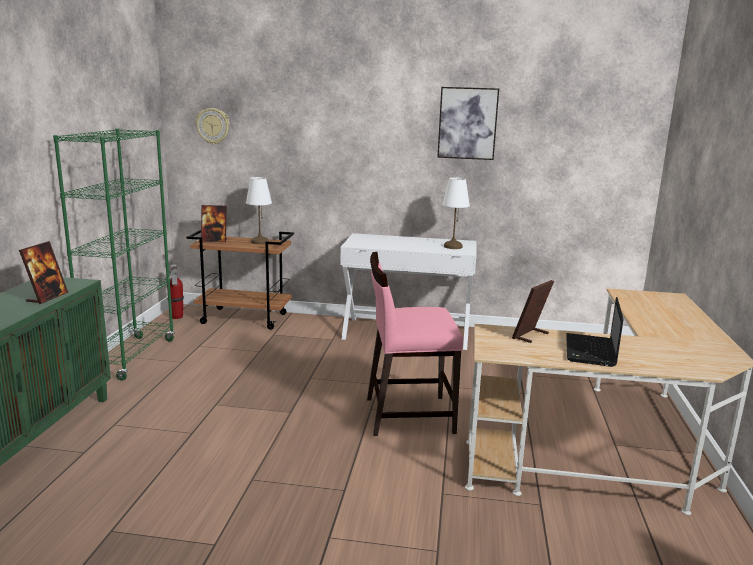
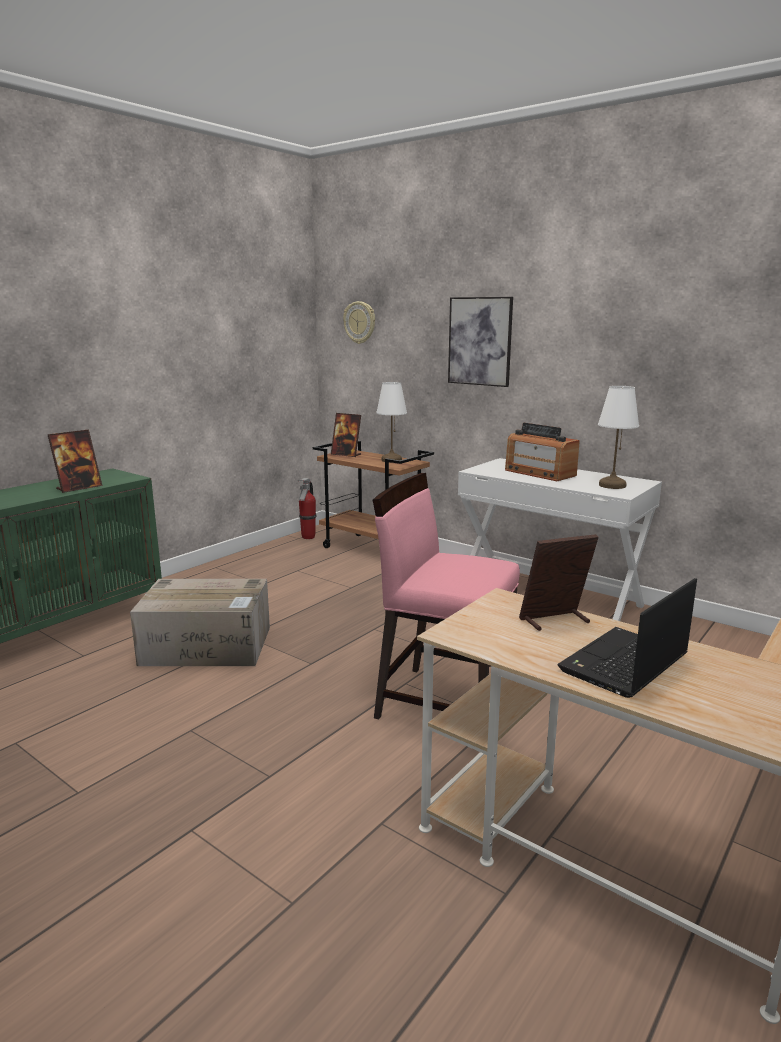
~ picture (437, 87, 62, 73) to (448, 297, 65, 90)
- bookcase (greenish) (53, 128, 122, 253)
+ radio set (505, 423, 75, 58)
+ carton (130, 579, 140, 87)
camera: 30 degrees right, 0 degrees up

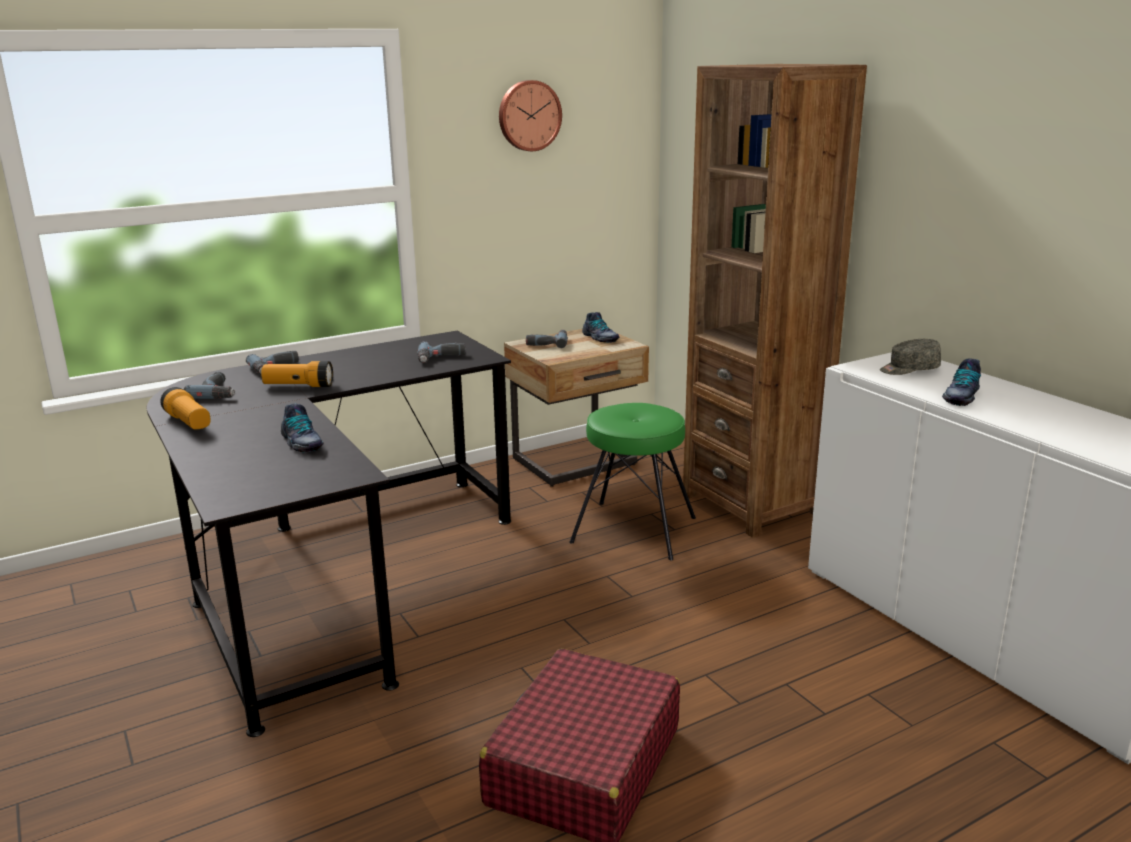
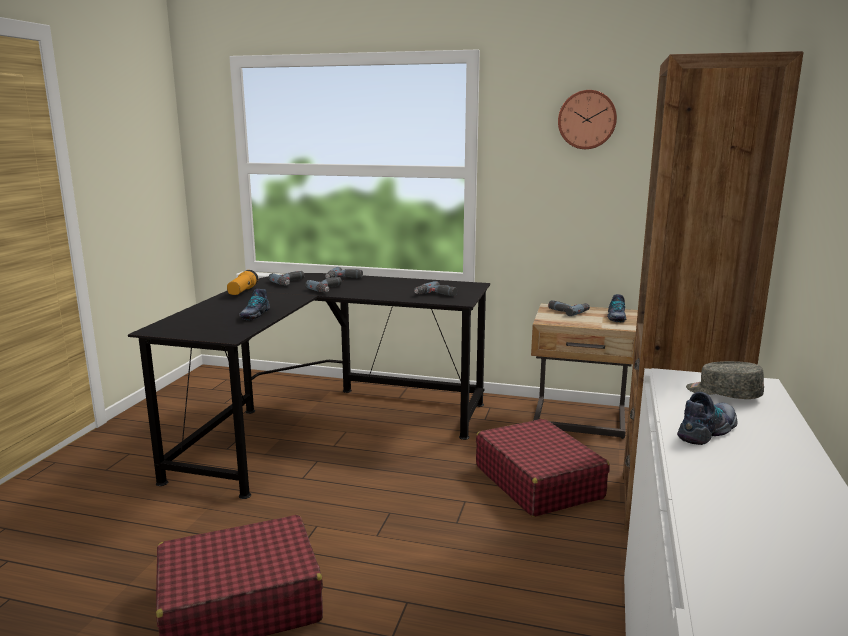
~ low shoe (942, 358, 39, 48) = (677, 392, 61, 53) 150 degrees clockwise
~ hand torch (261, 361, 72, 26) to electric drill (305, 277, 37, 16)
~ sitting stool (greenish) (569, 403, 127, 158) to suitcase (red) (476, 419, 134, 98)
camera: 45 degrees right, 5 degrees down

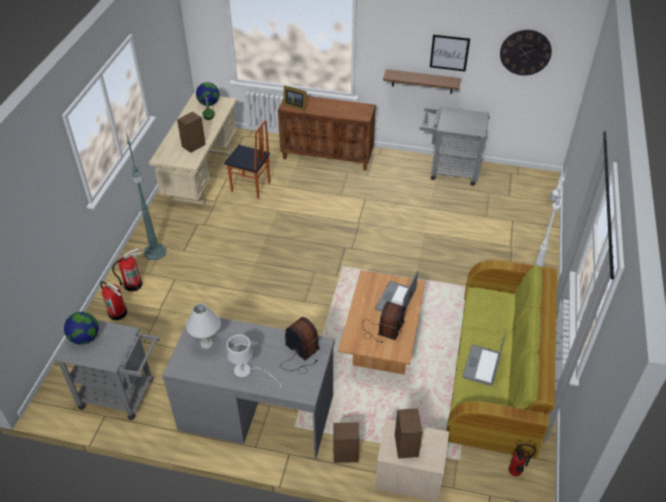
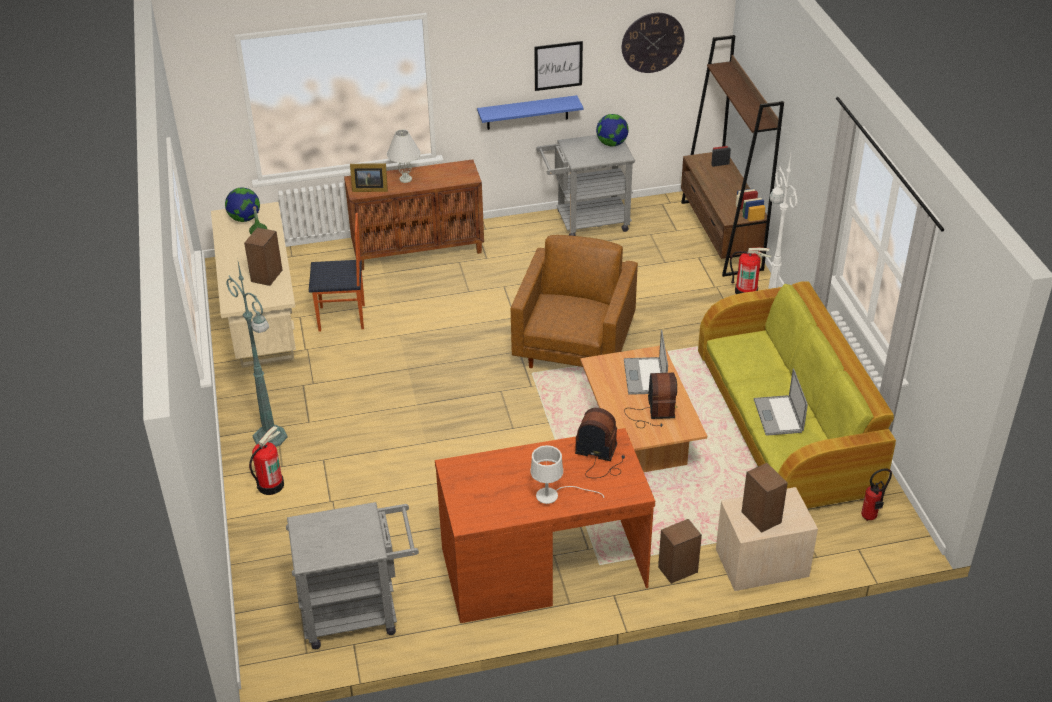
~ bracket shelf (brown-coloured) (383, 69, 78, 25) to bracket shelf (bluish) (477, 95, 106, 35)
~ fire extinguisher (100, 281, 27, 39) to (730, 248, 41, 46)
~ table lamp (white-coloured) (186, 303, 34, 46) to (387, 129, 34, 54)
~ desk globe (64, 312, 35, 33) to (596, 114, 33, 32)
~ desk unit (grey) (162, 318, 173, 141) to desk unit (brown-coloured) (435, 428, 220, 195)
+ bookcase (brown-coloured) (681, 35, 103, 242)
+ armchair (brown-coloured) (511, 235, 127, 133)
camera: 25 degrees left, 5 degrees down

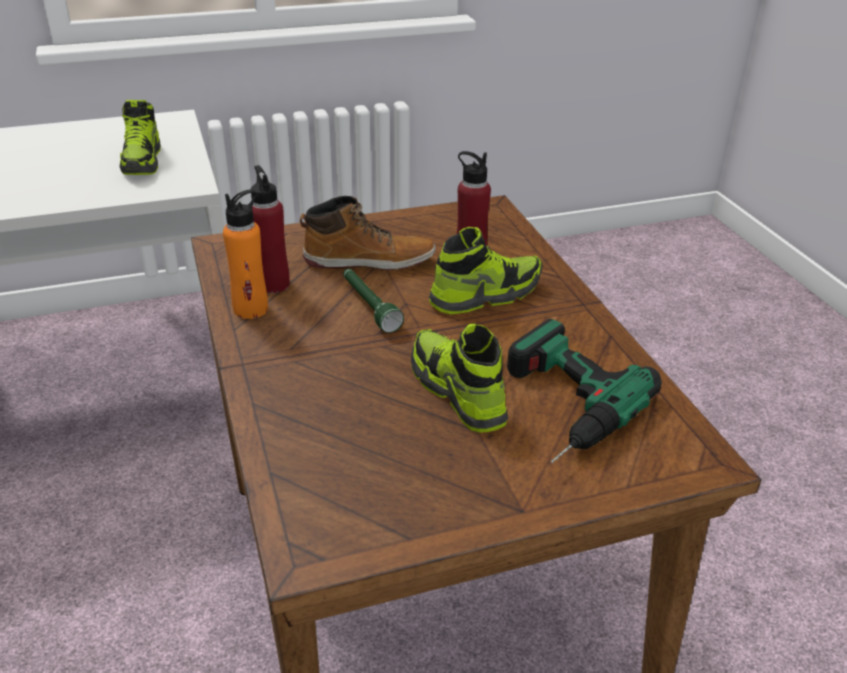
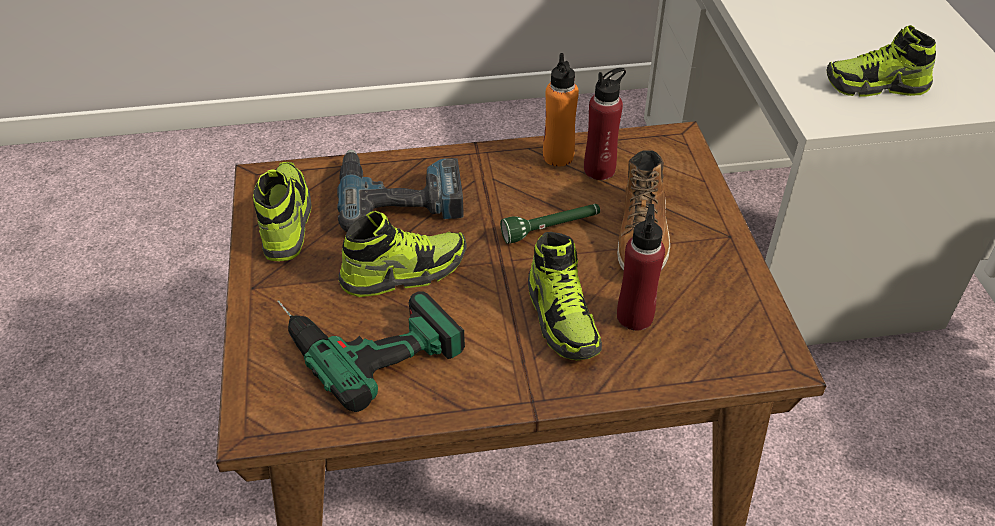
+ electric drill (337, 150, 127, 82)
+ low shoe (253, 162, 59, 99)
camera: 100 degrees right, 10 degrees up

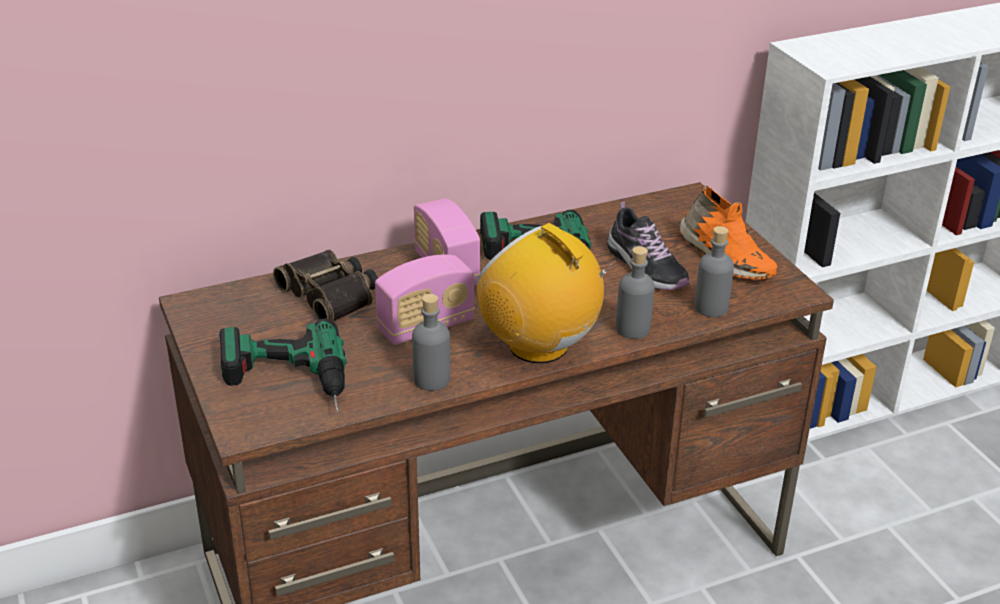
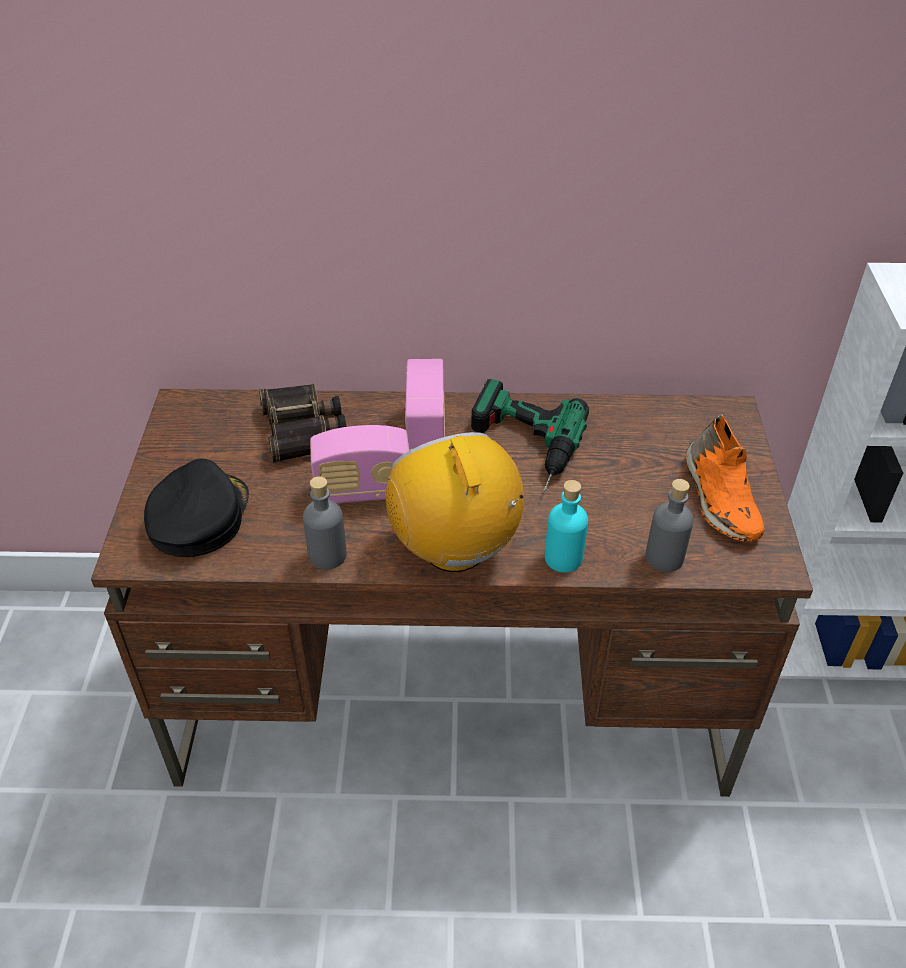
- low shoe (607, 202, 83, 88)
~ beverage bottle (grey) (616, 246, 39, 93) to beverage bottle (turquoise) (545, 480, 43, 93)
~ electric drill (219, 319, 127, 93) to baseball cap (black) (144, 458, 105, 99)
camera: 25 degrees right, 10 degrees up

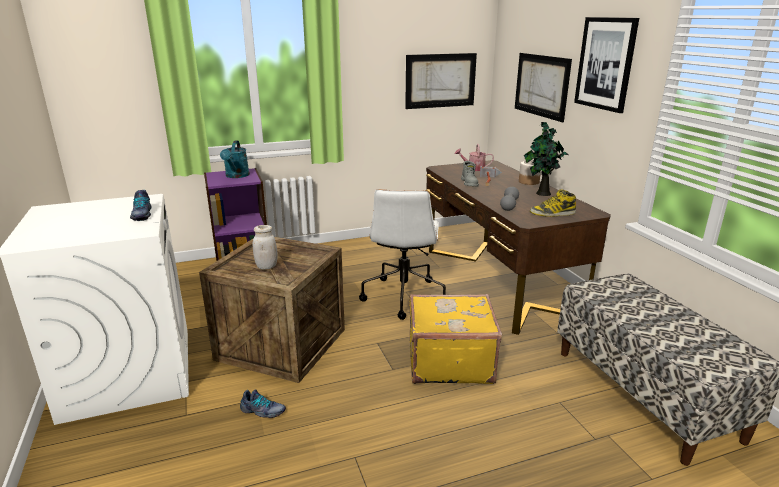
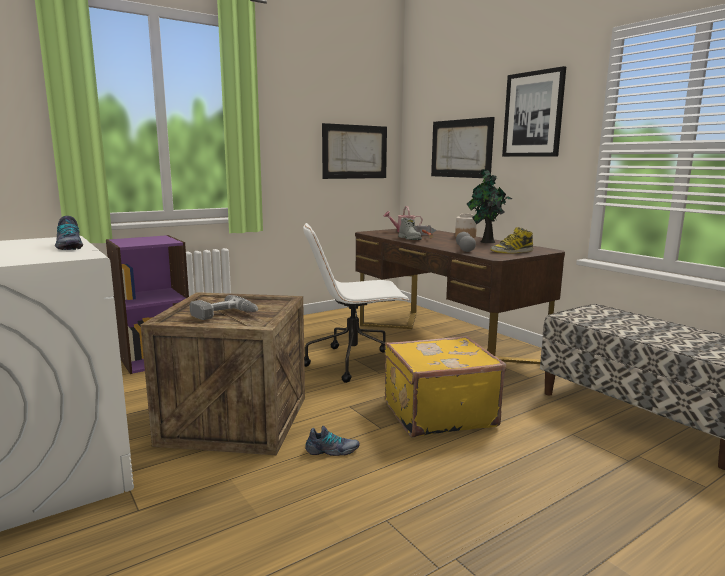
- sprinkling can (turquoise) (220, 140, 30, 38)
~ desk chair (white-coloured) (359, 189, 87, 131) = (303, 223, 107, 160) 90 degrees clockwise
~ jar (white-coloured) (253, 225, 25, 44) to electric drill (190, 295, 68, 25)
~ low shoe (240, 389, 46, 29) to (305, 426, 55, 30)
camera: 15 degrees left, 10 degrees down

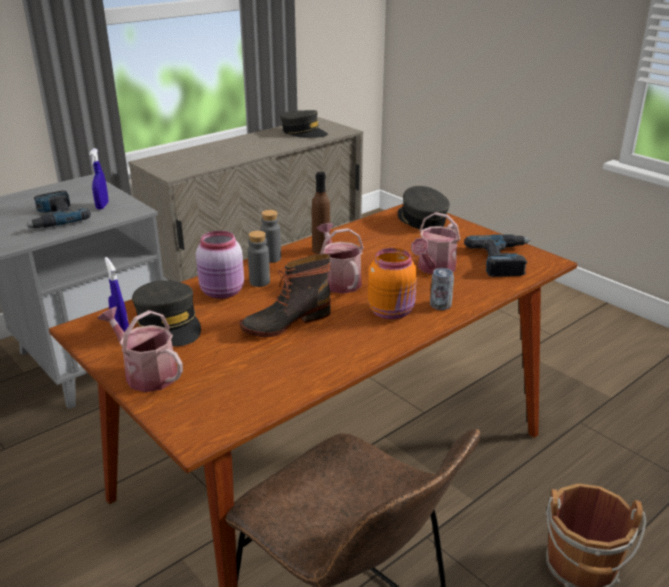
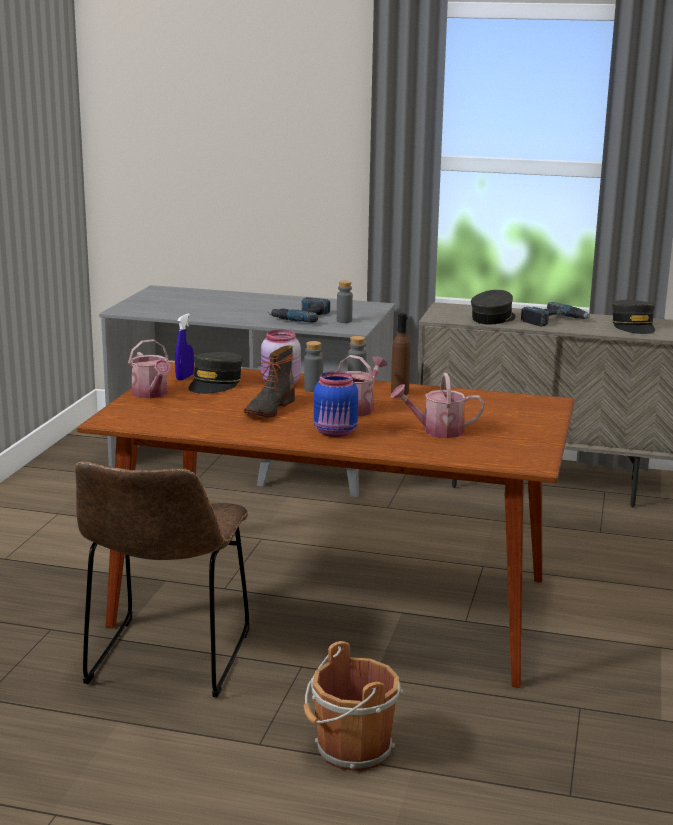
~ sprayer (bluish) (89, 148, 20, 61) to beverage bottle (grey) (337, 281, 16, 42)
~ baseball cap (grey) (398, 186, 52, 44) to (471, 290, 45, 34)
~ electric drill (464, 234, 66, 43) to (521, 302, 69, 24)
~ jar (orange-coloured) (368, 248, 49, 71) to jar (bluish) (314, 371, 44, 66)
~ boot (239, 254, 92, 83) = (244, 346, 51, 72) 90 degrees counterclockwise
- sealed can (430, 268, 24, 42)
~ sprinkling can (98, 307, 85, 85) = (128, 339, 43, 60) 150 degrees clockwise
camera: 55 degrees right, 10 degrees down

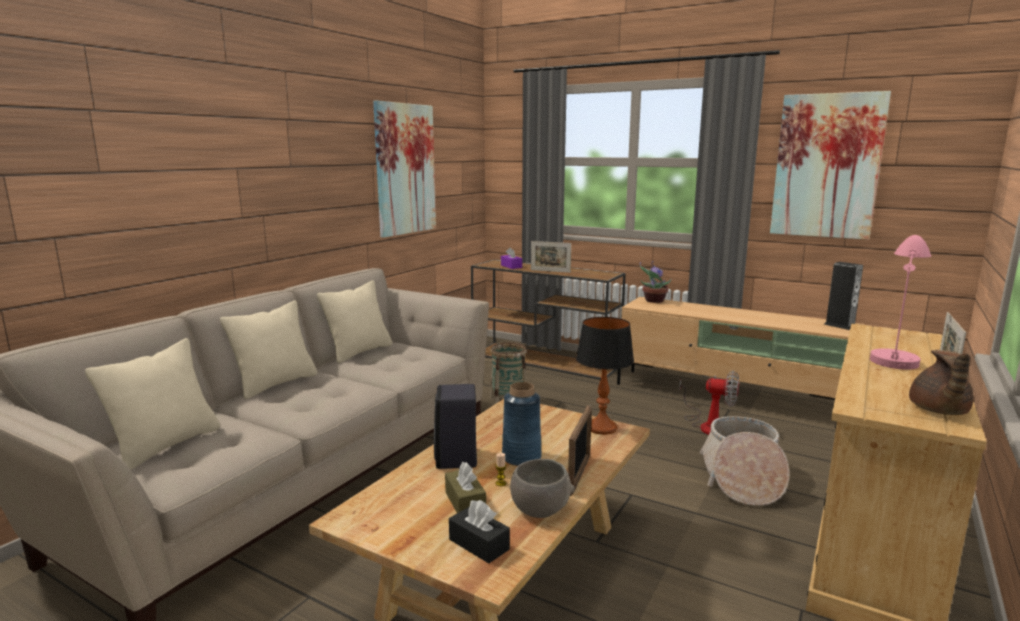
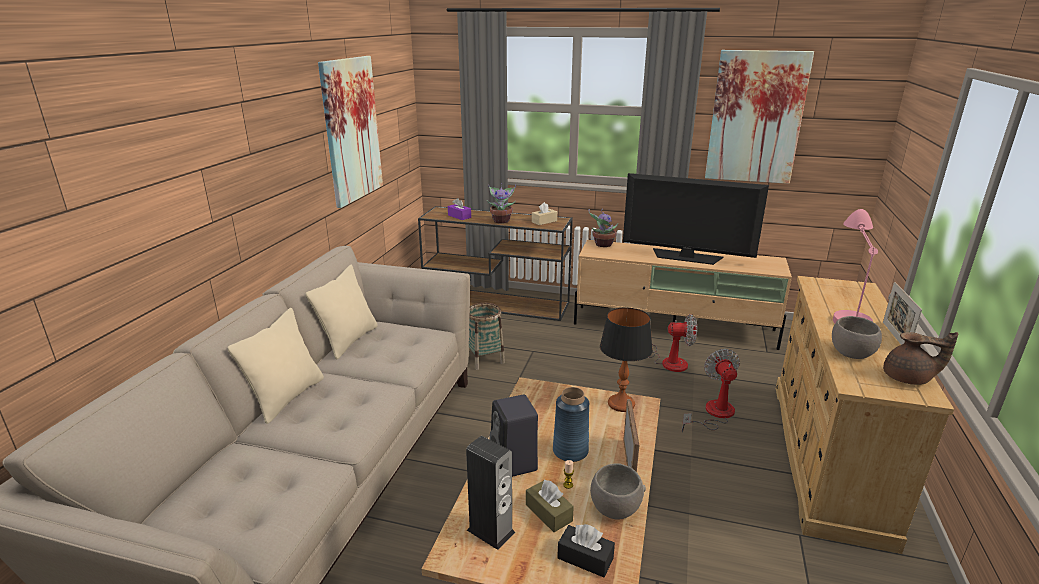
~ photo frame (531, 241, 40, 32) to potted plant (487, 183, 29, 41)
~ audio speaker (824, 262, 39, 68) to (466, 436, 49, 114)
- throw pillow (beige) (85, 338, 135, 132)
~ tea pot (brown-coloured) (909, 350, 64, 65) = (883, 332, 75, 53) 75 degrees counterclockwise
~ storage basket (700, 416, 90, 90) to electric fan (682, 349, 58, 83)
+ TV (623, 173, 146, 92)
+ tissue box (beige) (532, 202, 25, 23)
+ serving bowl (grey) (832, 316, 50, 43)
camera: 15 degrees left, 10 degrees up

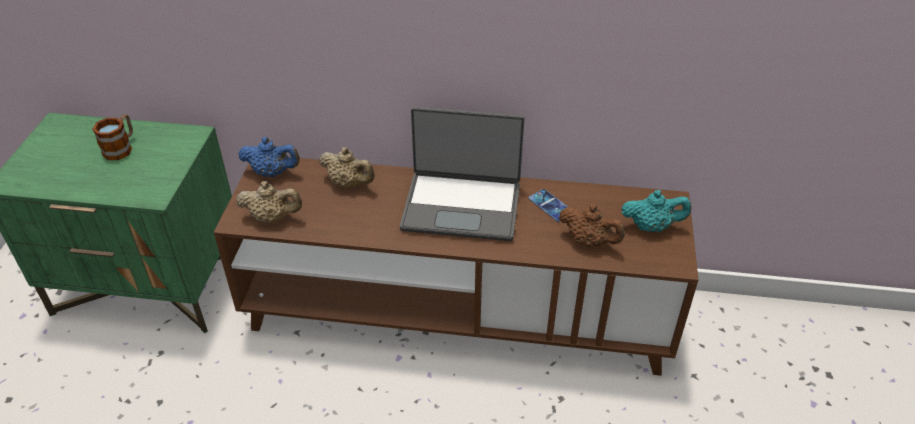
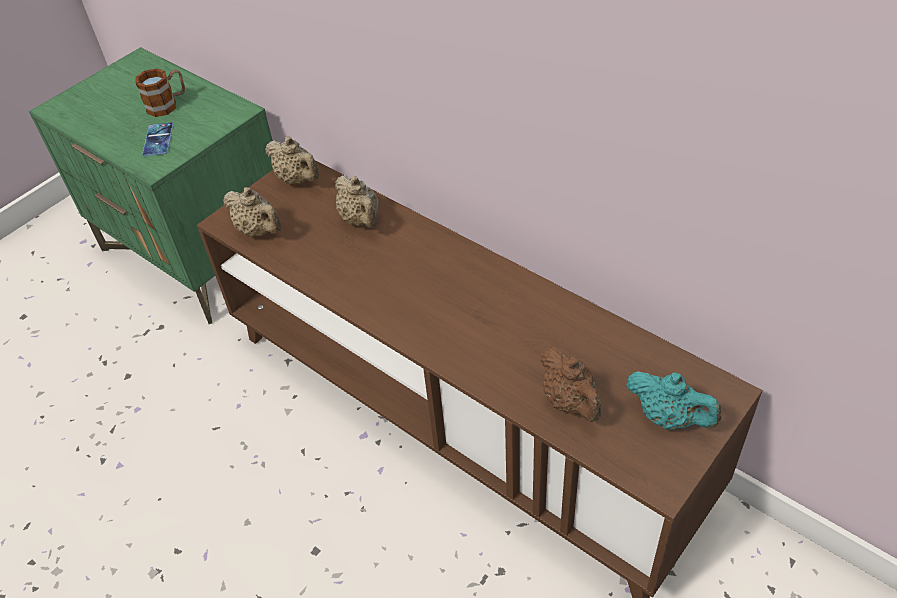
- portable computer (400, 107, 125, 134)
~ tea pot (bluish) (238, 137, 62, 40) to tea pot (beige) (265, 136, 54, 48)
~ phone (529, 189, 38, 33) to (142, 122, 31, 34)
camera: 35 degrees right, 5 degrees up

